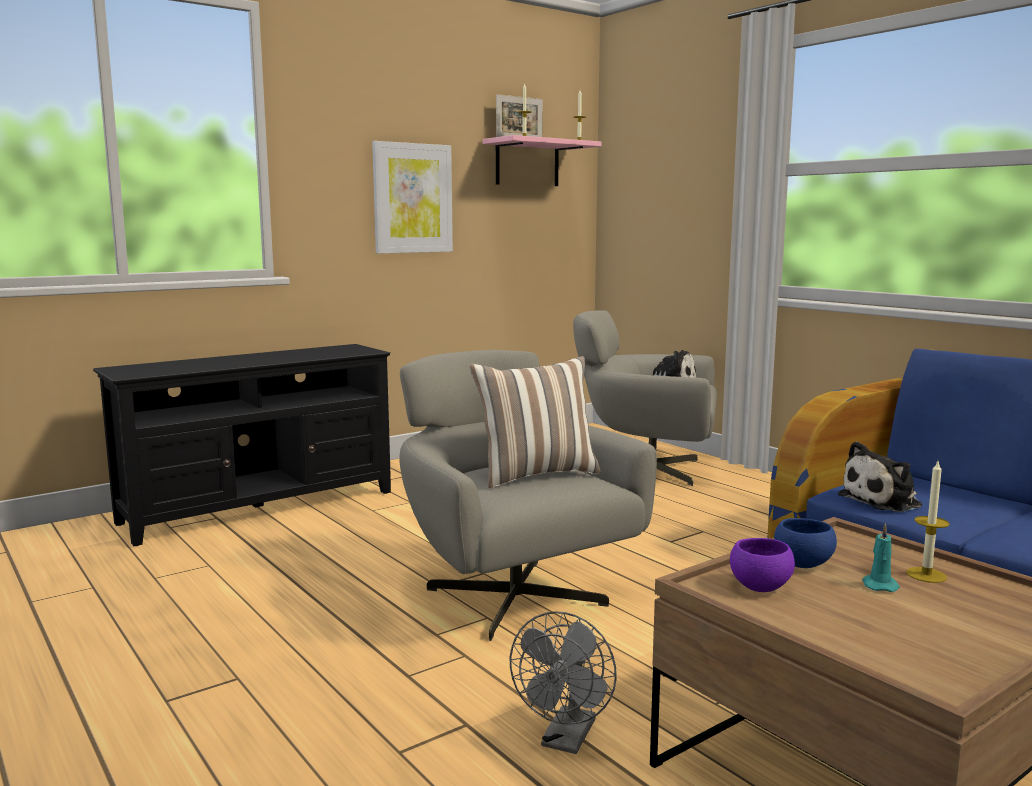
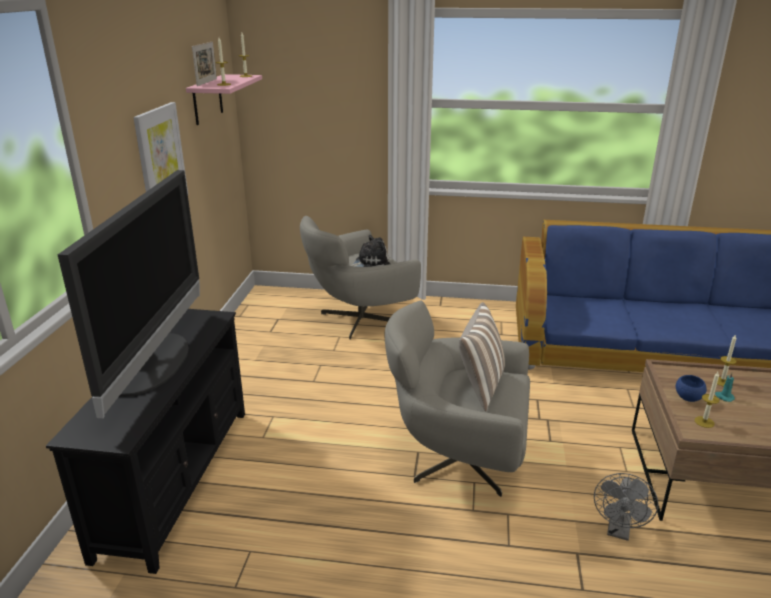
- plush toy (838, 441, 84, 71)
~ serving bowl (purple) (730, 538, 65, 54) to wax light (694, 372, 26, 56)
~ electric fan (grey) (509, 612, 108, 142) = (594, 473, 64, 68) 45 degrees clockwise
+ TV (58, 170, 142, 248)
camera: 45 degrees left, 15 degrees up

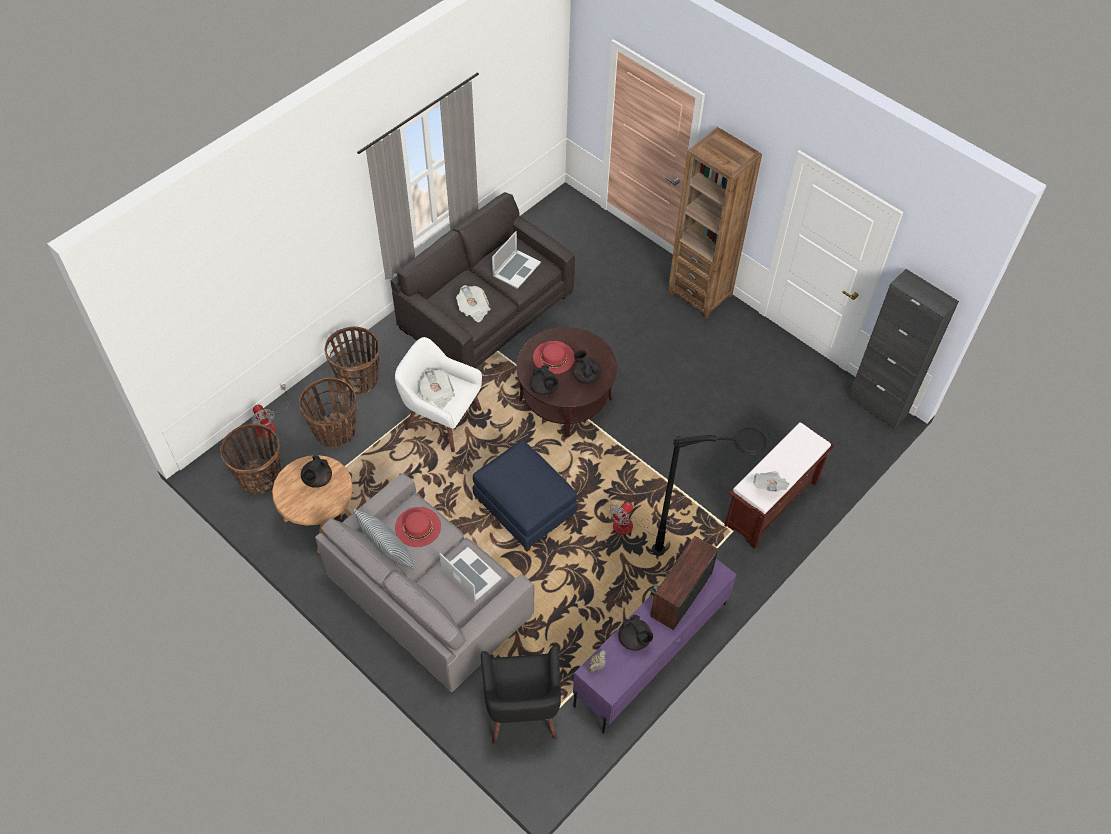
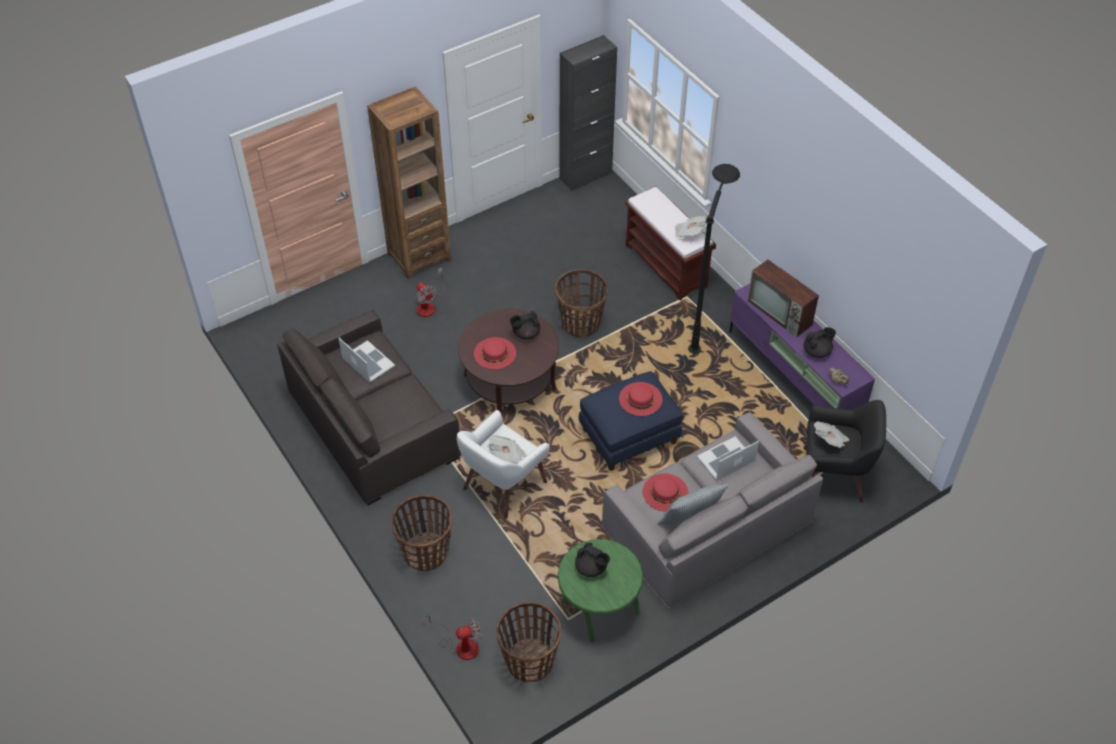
~ newspaper (456, 285, 35, 37) to (814, 421, 35, 27)
- tea pot (black) (530, 365, 29, 31)
~ storage basket (299, 378, 57, 70) to (555, 269, 53, 69)
~ end table (brown-coloured) (272, 455, 81, 99) to end table (greenish) (558, 539, 85, 104)
~ electric fan (609, 502, 65, 34) to (417, 267, 27, 50)
+ wearable hat (red) (619, 382, 43, 34)
camera: 75 degrees left, 5 degrees down

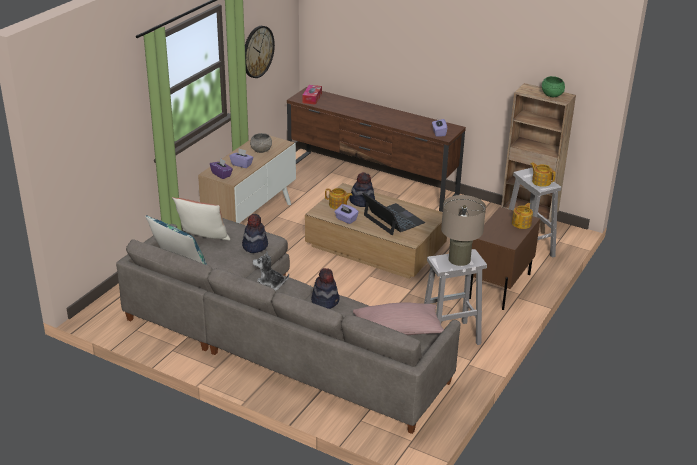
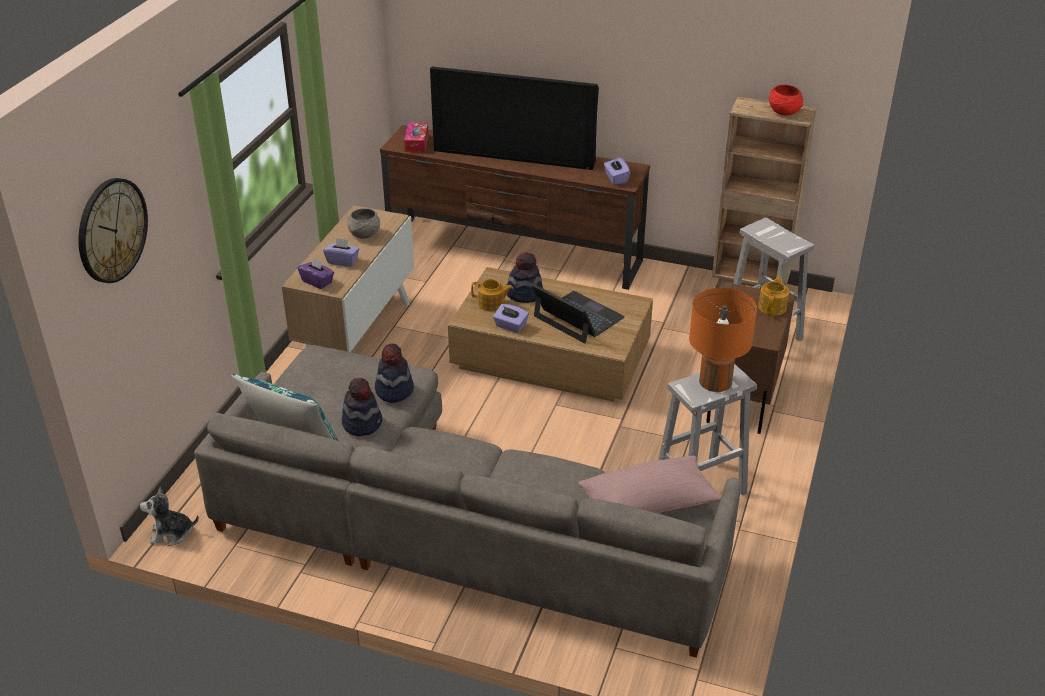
~ hanging clock (245, 26, 30, 52) to (78, 178, 70, 105)
~ serving bowl (greenish) (542, 76, 23, 21) to serving bowl (red) (769, 85, 34, 31)
- tea pot (531, 162, 25, 25)
~ table lamp (beige) (441, 195, 45, 71) to table lamp (orange-coloured) (689, 288, 68, 104)
- throw pillow (172, 197, 58, 43)
~ plush toy (253, 252, 36, 39) to (140, 487, 59, 59)
~ wearable hat (311, 268, 28, 41) to (342, 378, 40, 58)
+ TV (430, 67, 169, 103)
camera: 10 degrees left, 5 degrees up

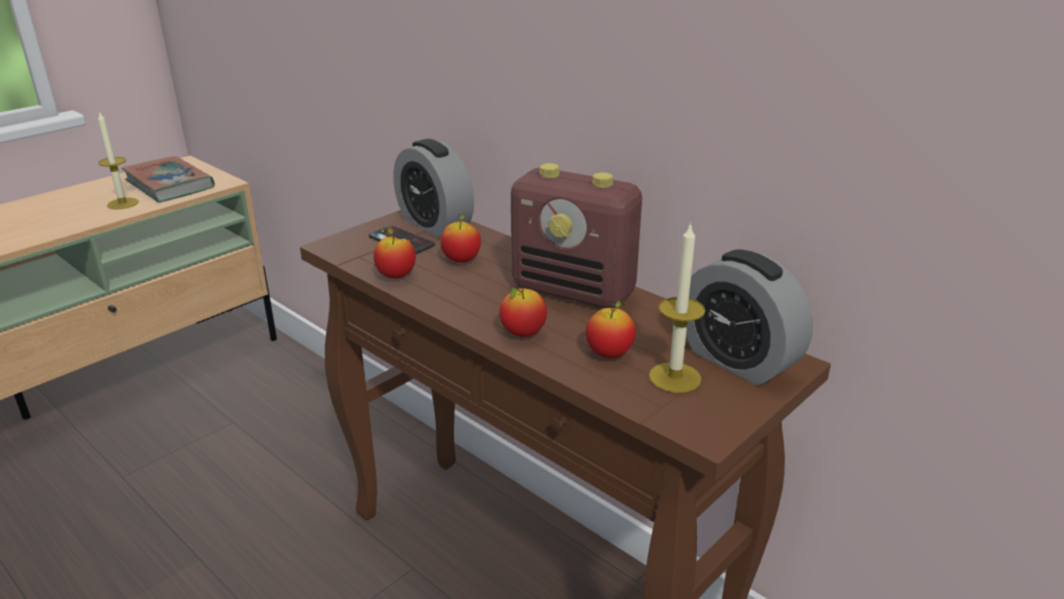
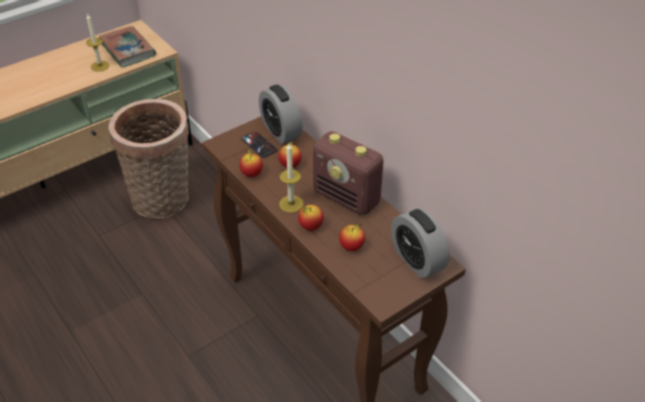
~ wax light (649, 222, 57, 171) to (279, 143, 25, 70)
+ storage basket (109, 99, 80, 120)
camera: 10 degrees right, 15 degrees up

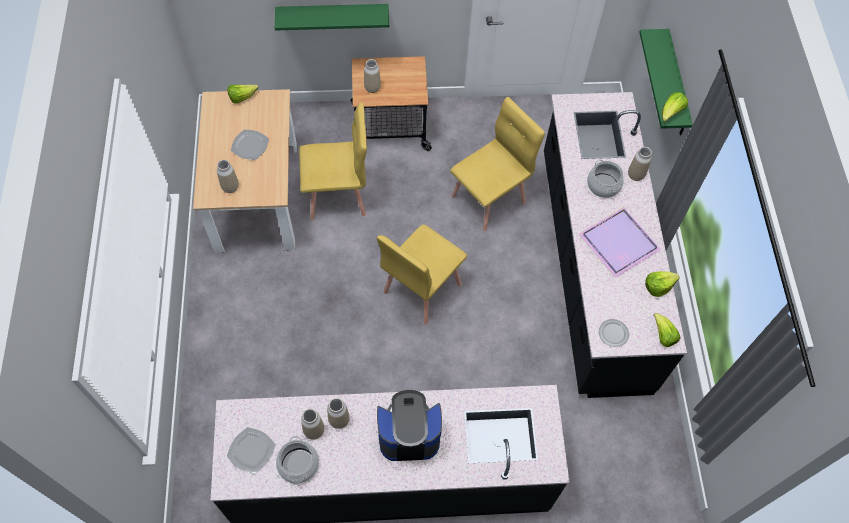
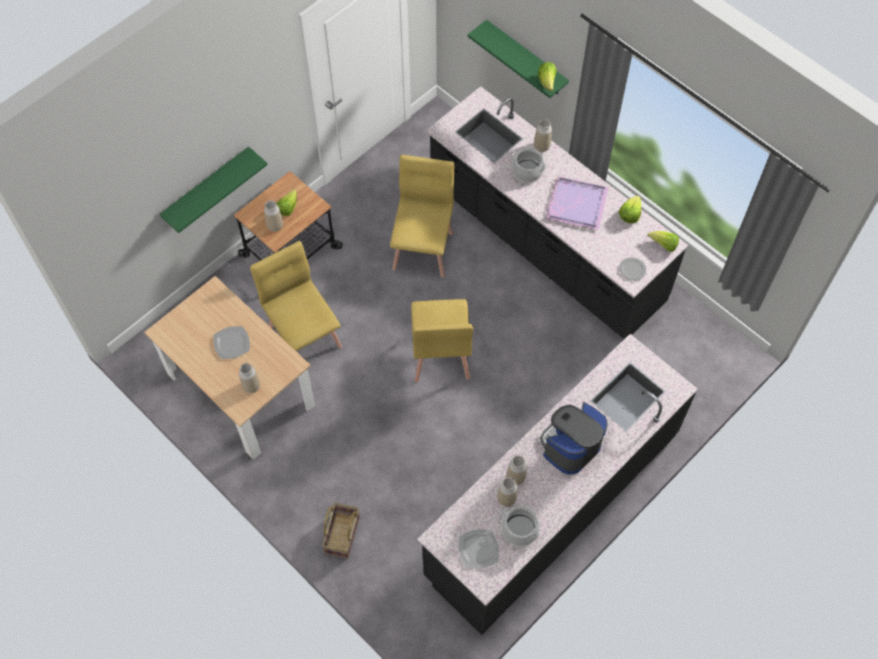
~ lettuce head (228, 85, 30, 19) to (276, 189, 21, 27)
~ chair (yellowish) (299, 102, 68, 118) = (250, 241, 92, 110) 75 degrees counterclockwise
+ storage basket (322, 503, 38, 56)
camera: 40 degrees left, 0 degrees up

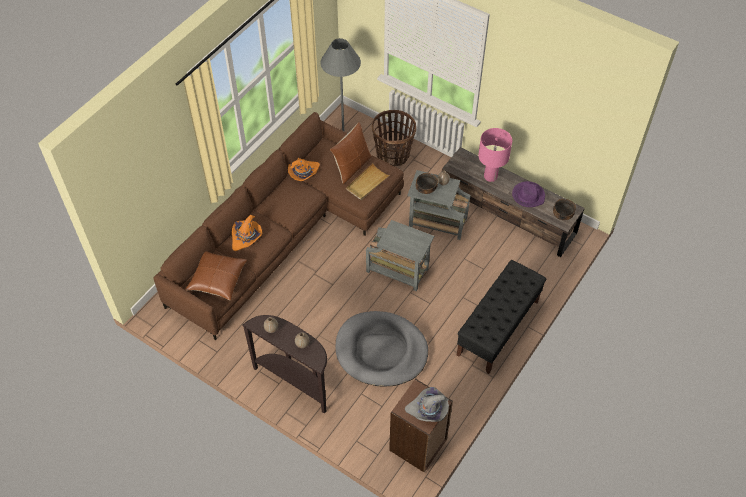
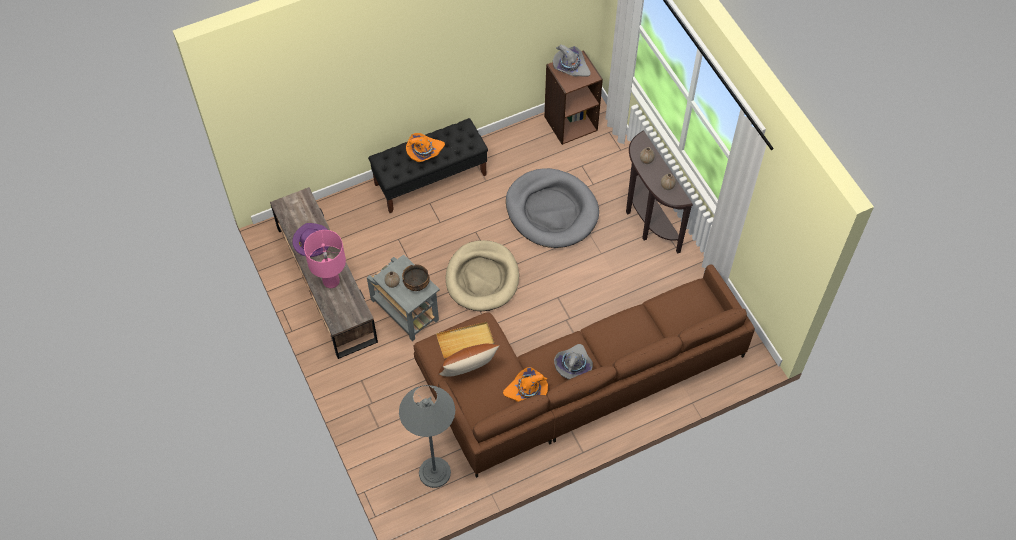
- storage basket (372, 110, 44, 57)
- serving bowl (553, 199, 23, 21)
~ wearable hat (orange-coloured) (232, 215, 30, 36) to (406, 133, 39, 29)
~ end table (grey) (366, 220, 68, 71) to dog bed (beige) (446, 240, 73, 71)
- throw pillow (brown-coloured) (185, 251, 62, 49)
+ wearable hat (grey) (554, 344, 39, 36)
camera: 150 degrees left, 5 degrees up

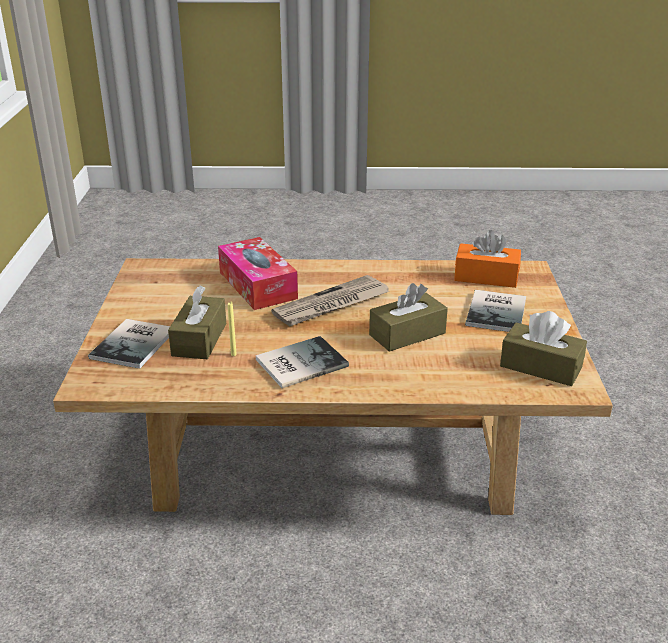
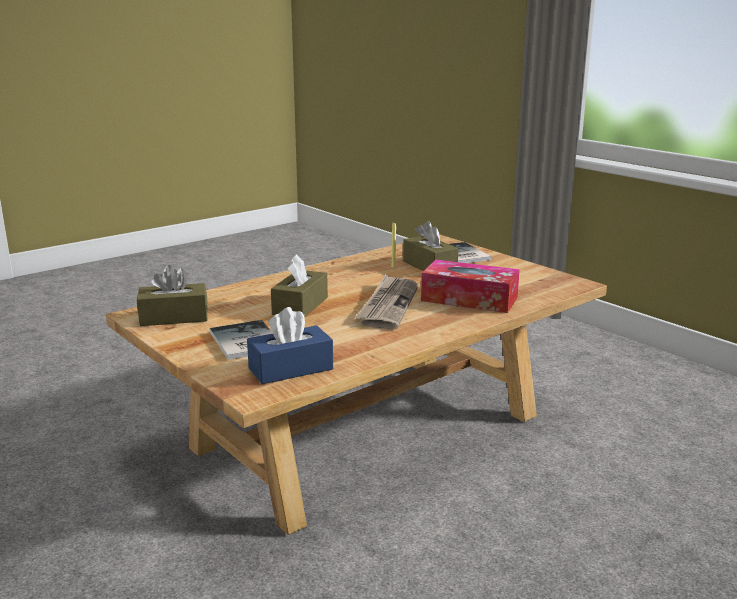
~ tissue box (orange-coloured) (454, 230, 67, 58) to tissue box (bluish) (247, 307, 86, 77)
- book (256, 336, 93, 52)
camera: 140 degrees right, 10 degrees down

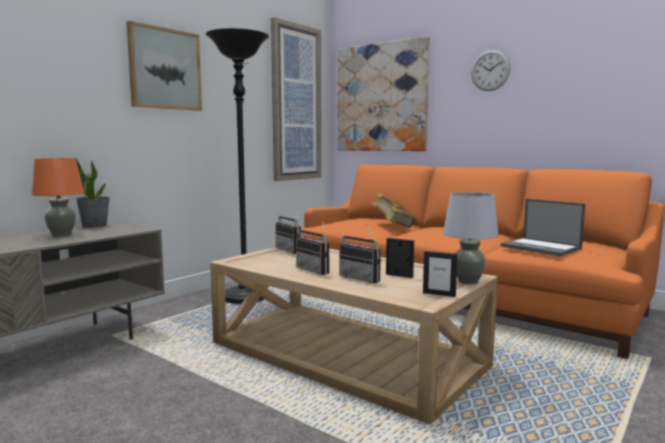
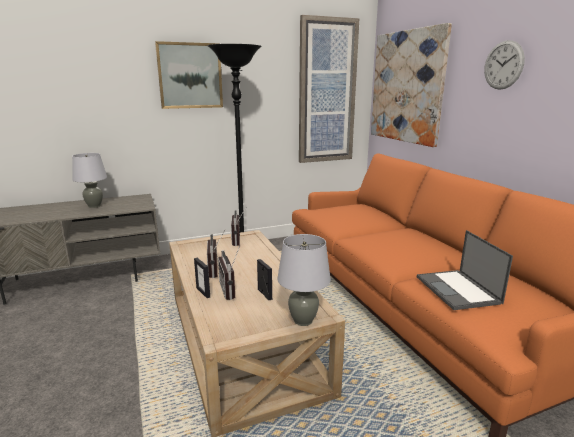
~ table lamp (orange-coloured) (31, 158, 53, 79) to table lamp (grey) (72, 153, 35, 55)
- potted plant (76, 159, 34, 69)
- book (371, 193, 45, 35)
~ photo frame (423, 251, 34, 46) to (194, 258, 16, 40)
camera: 30 degrees right, 10 degrees up

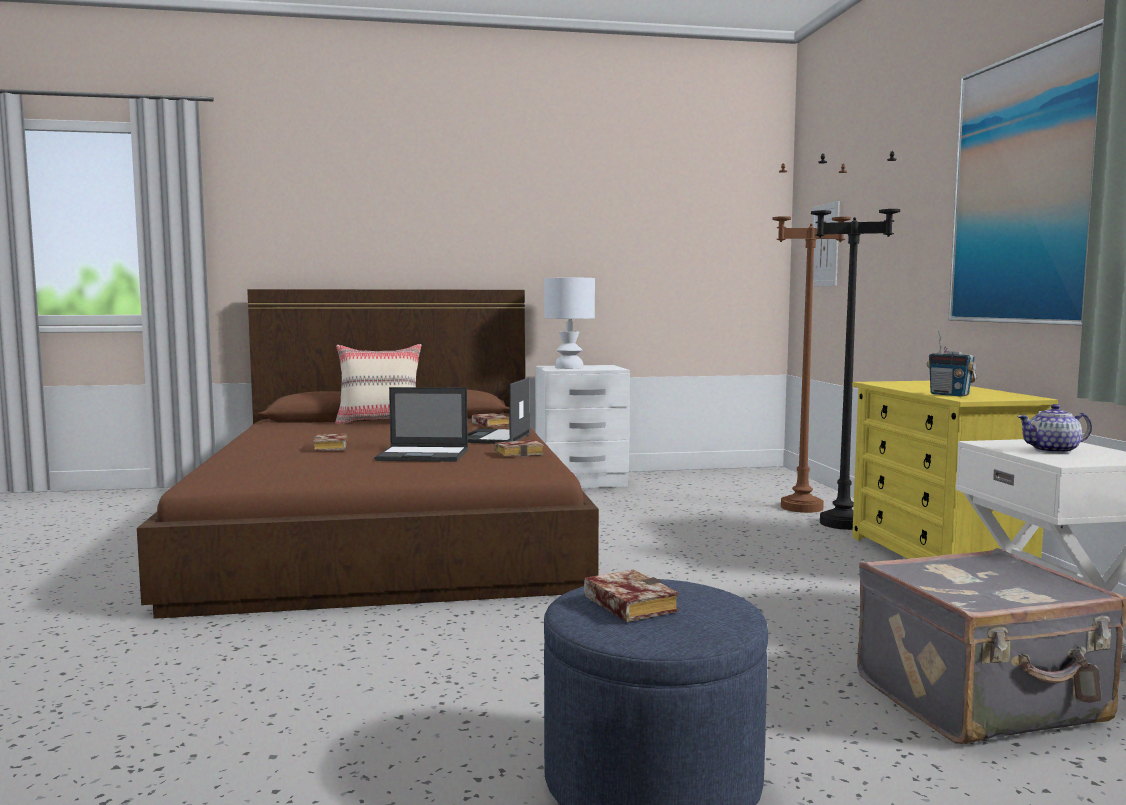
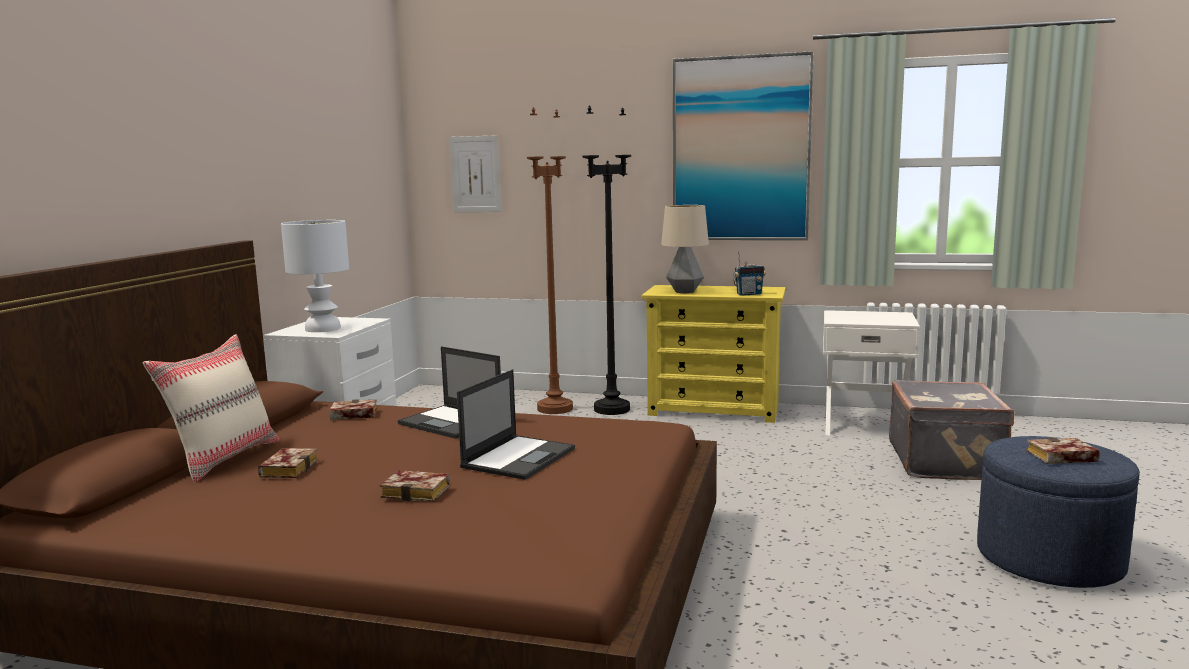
- tea pot (1017, 404, 75, 49)
~ book (495, 440, 49, 17) to (258, 448, 60, 30)
+ table lamp (661, 205, 48, 89)
camera: 65 degrees left, 5 degrees up

